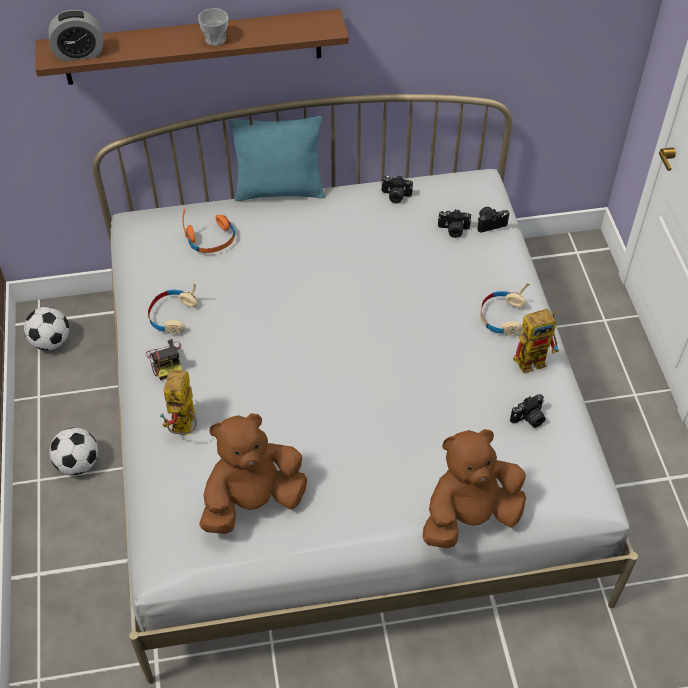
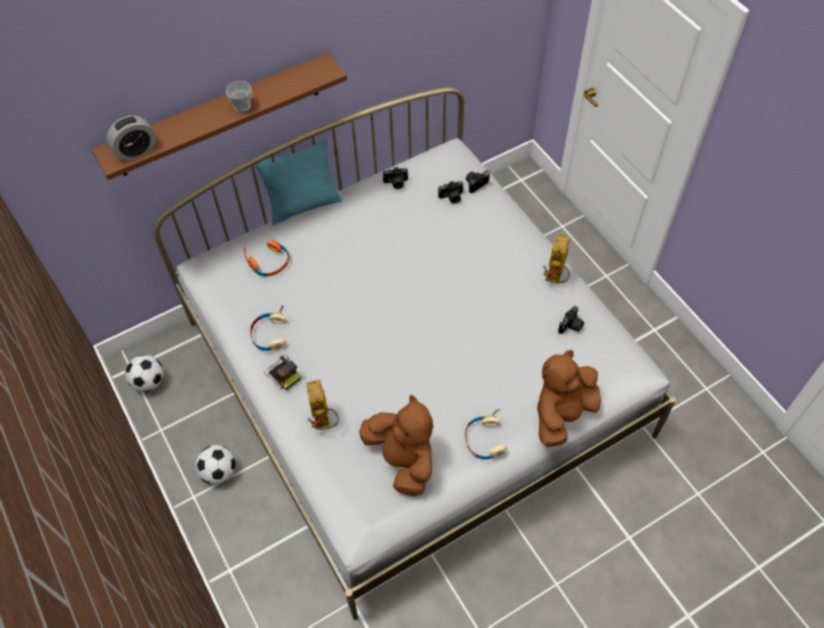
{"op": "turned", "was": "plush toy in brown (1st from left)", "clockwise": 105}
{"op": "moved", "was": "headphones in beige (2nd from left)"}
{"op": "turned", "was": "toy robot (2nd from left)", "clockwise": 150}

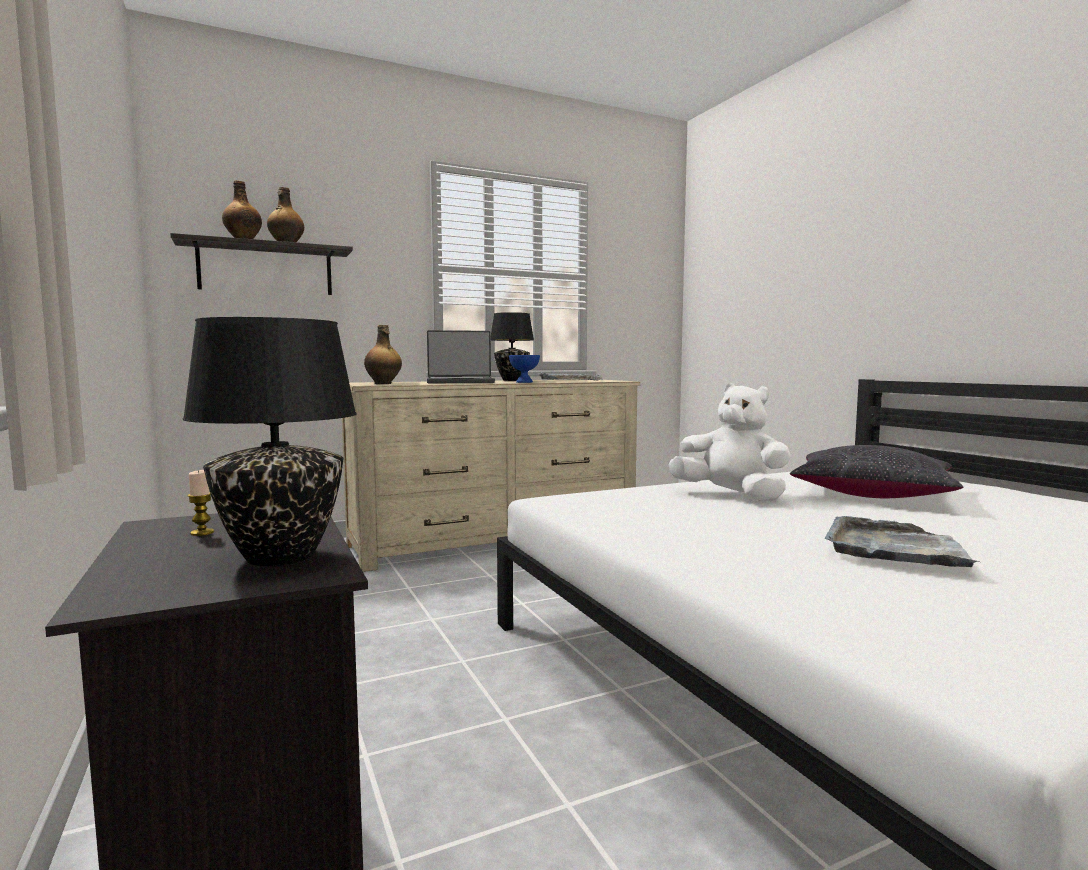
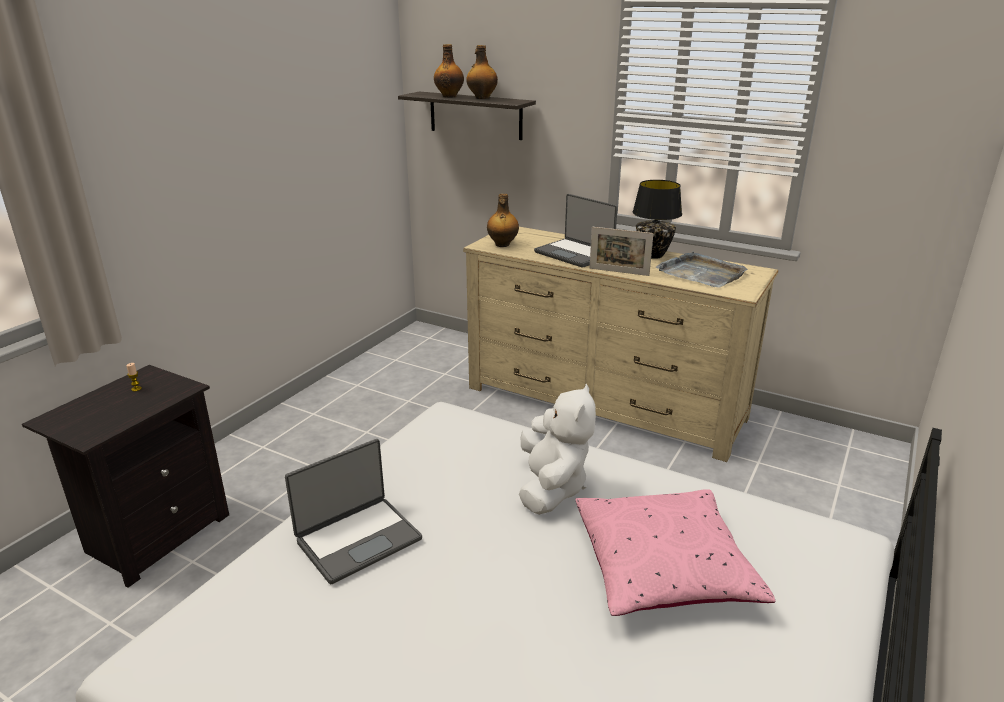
{"op": "removed", "was": "table lamp in black (1st from left)"}
{"op": "replaced", "was": "bowl in blue", "now": "picture frame"}
{"op": "recoloured", "was": "pillow in black", "now": "pillow in pink"}
{"op": "removed", "was": "tray in grey (2nd from left)"}
{"op": "added", "now": "laptop (1st from left)"}

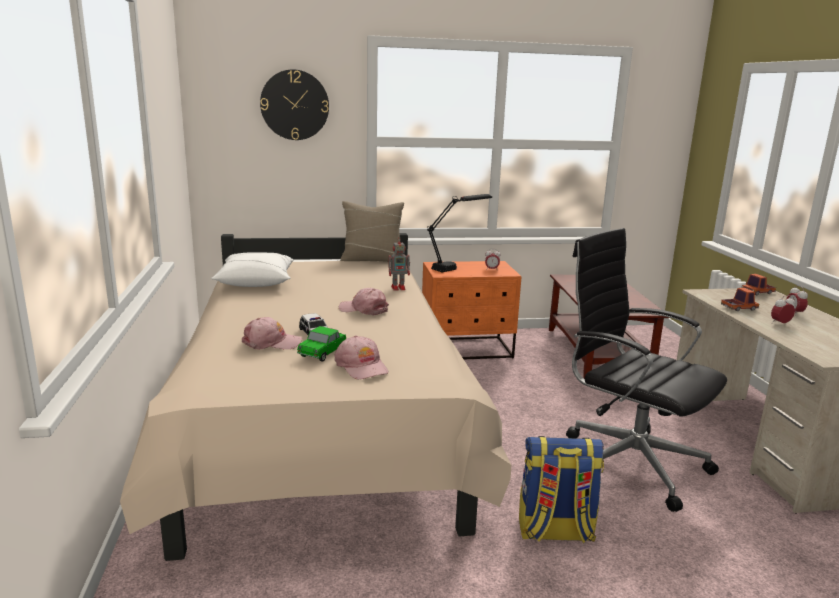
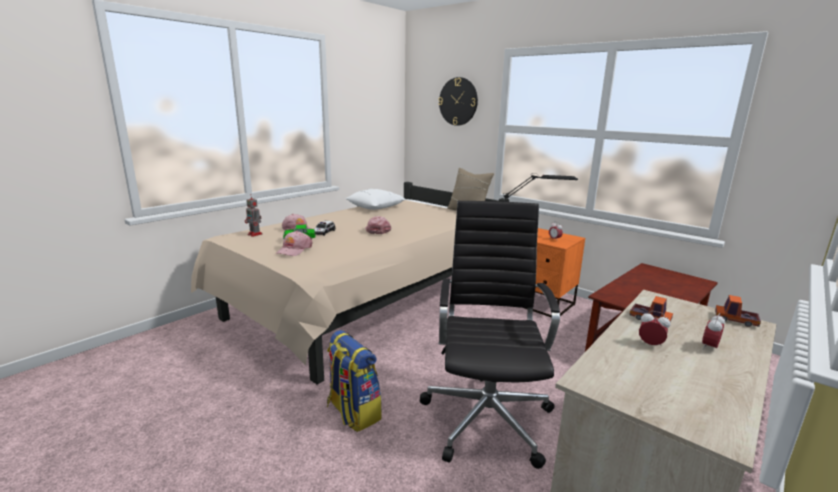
{"op": "moved", "was": "toy robot"}

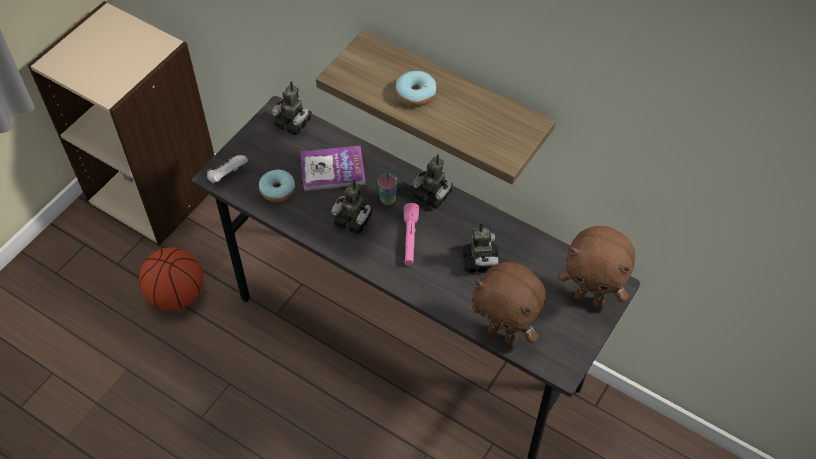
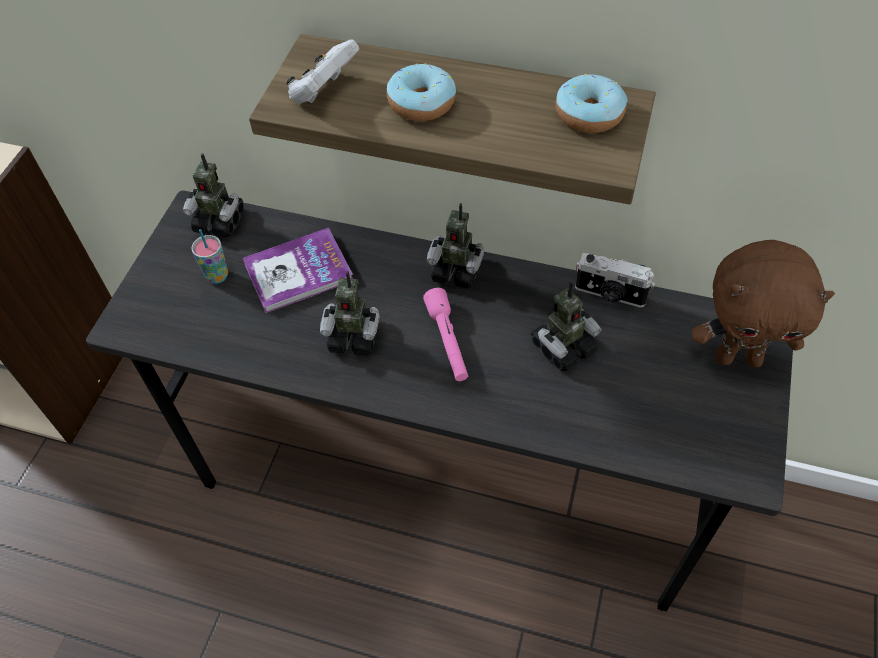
{"op": "removed", "was": "basketball"}
{"op": "moved", "was": "game controller in white"}
{"op": "moved", "was": "donut (1st from left in the first image)", "now": "donut (2nd from left)"}
{"op": "moved", "was": "cup"}
{"op": "turned", "was": "toy robot (4th from left)", "clockwise": 75}
{"op": "removed", "was": "plush toy in brown (1st from left)"}
{"op": "added", "now": "photo camera"}

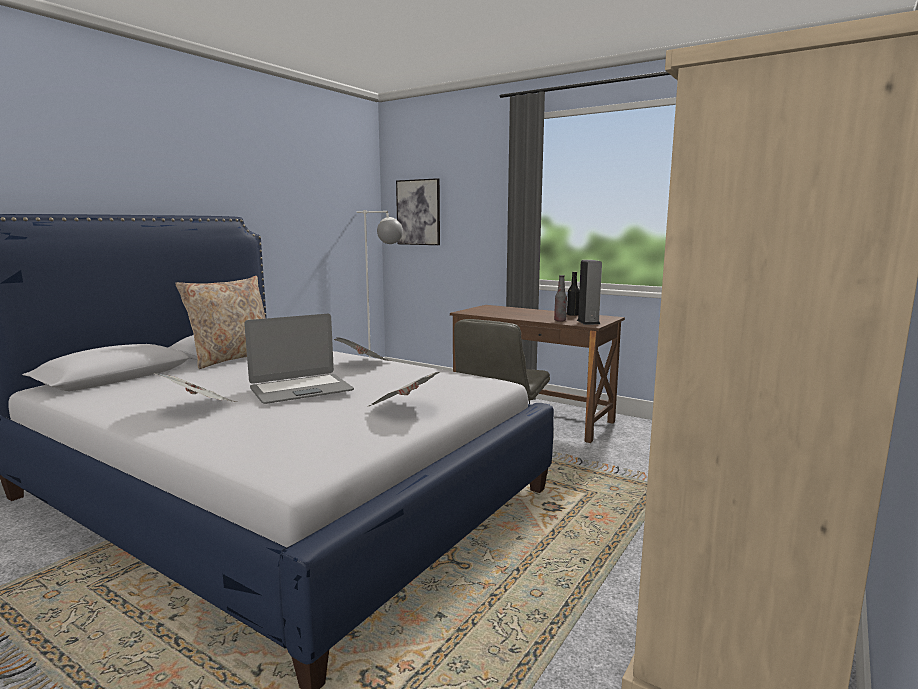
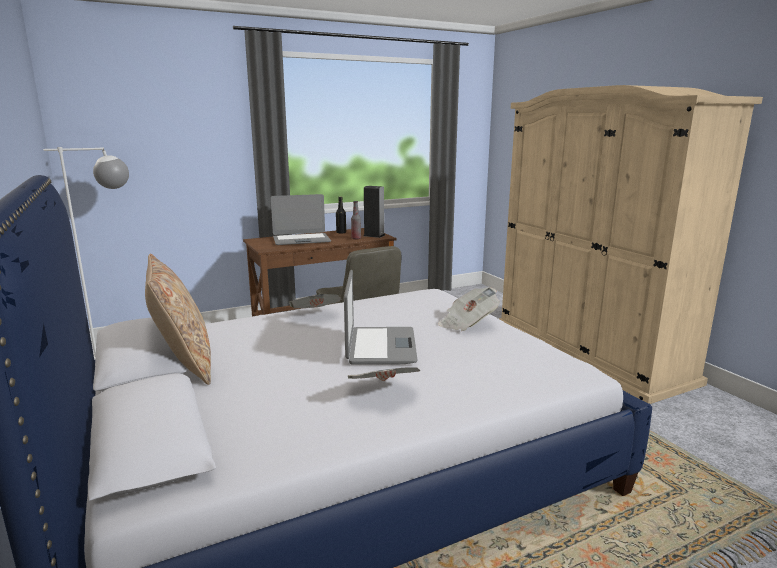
{"op": "removed", "was": "picture"}
{"op": "added", "now": "laptop (1st from left)"}

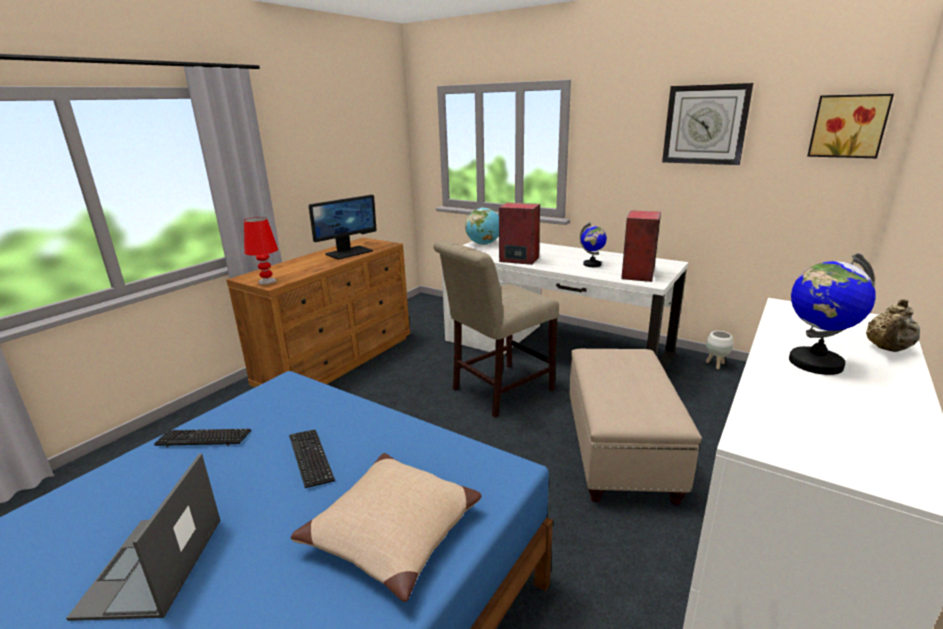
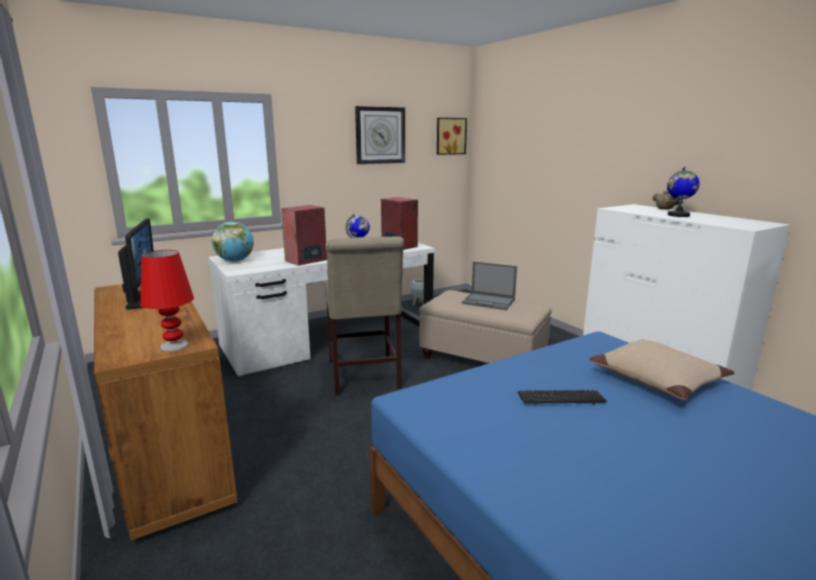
{"op": "moved", "was": "laptop"}
{"op": "removed", "was": "keyboard (1st from left)"}

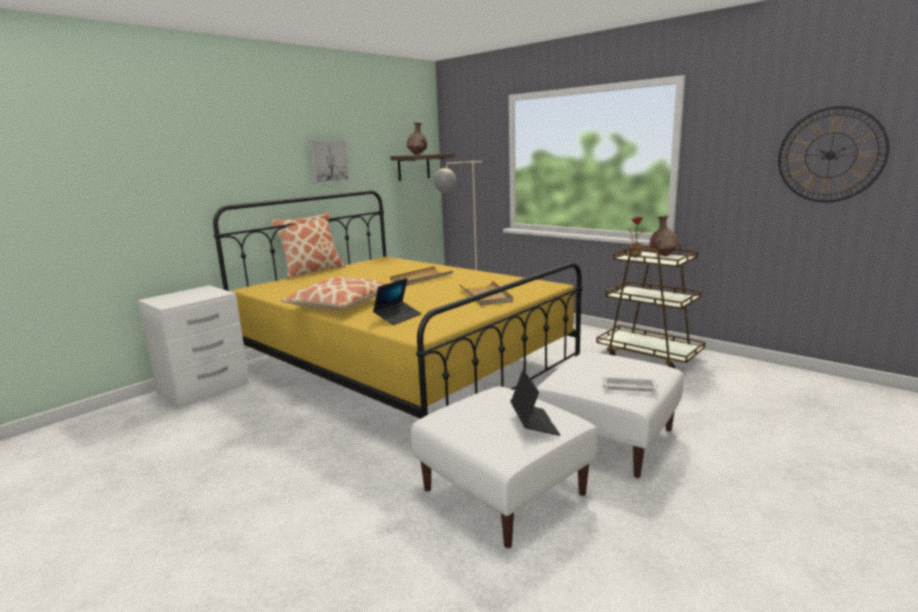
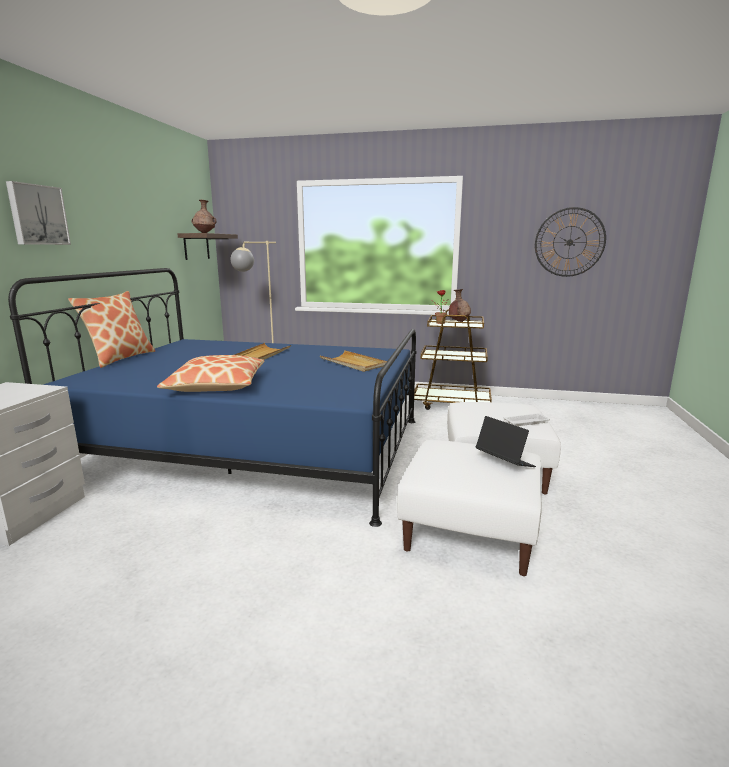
{"op": "recoloured", "was": "bed in yellow", "now": "bed in blue"}
{"op": "moved", "was": "picture"}
{"op": "removed", "was": "laptop (1st from left)"}

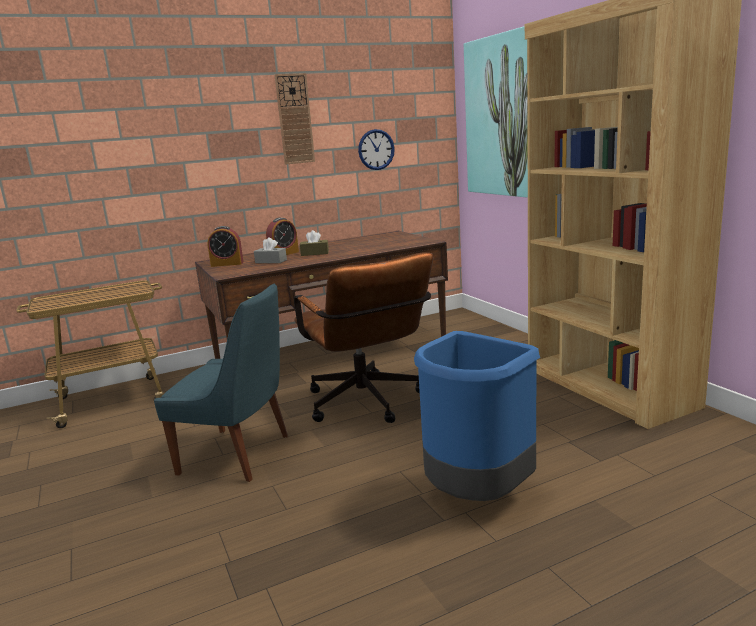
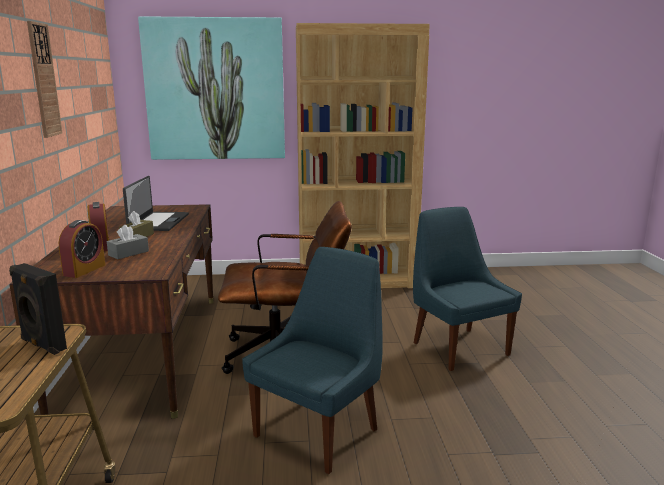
{"op": "removed", "was": "wall clock (2nd from left)"}
{"op": "replaced", "was": "trash can in blue", "now": "chair in blue (2nd from left)"}
{"op": "added", "now": "speaker in black"}
{"op": "added", "now": "laptop"}

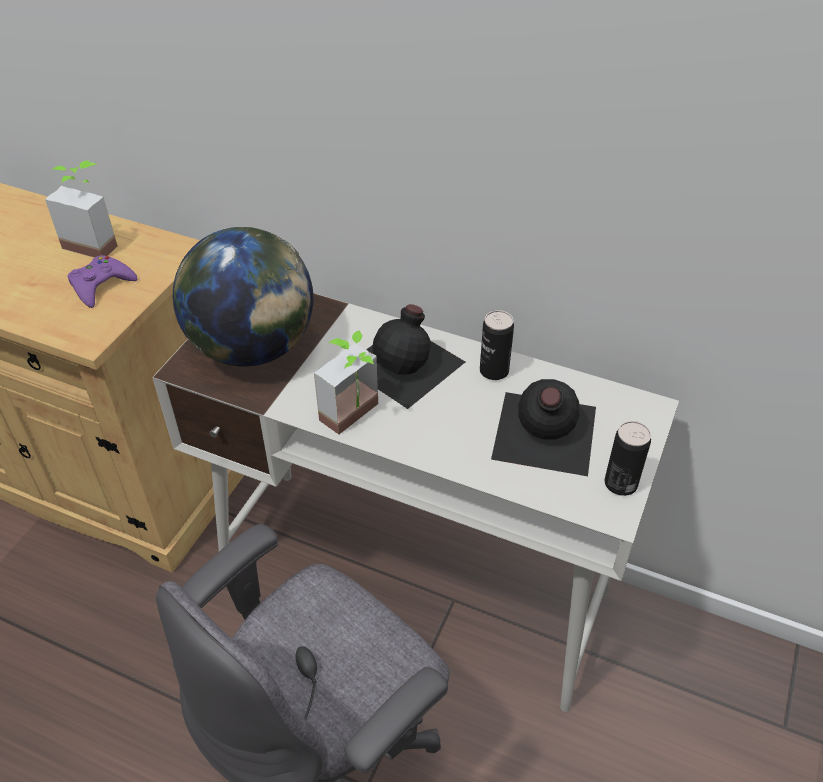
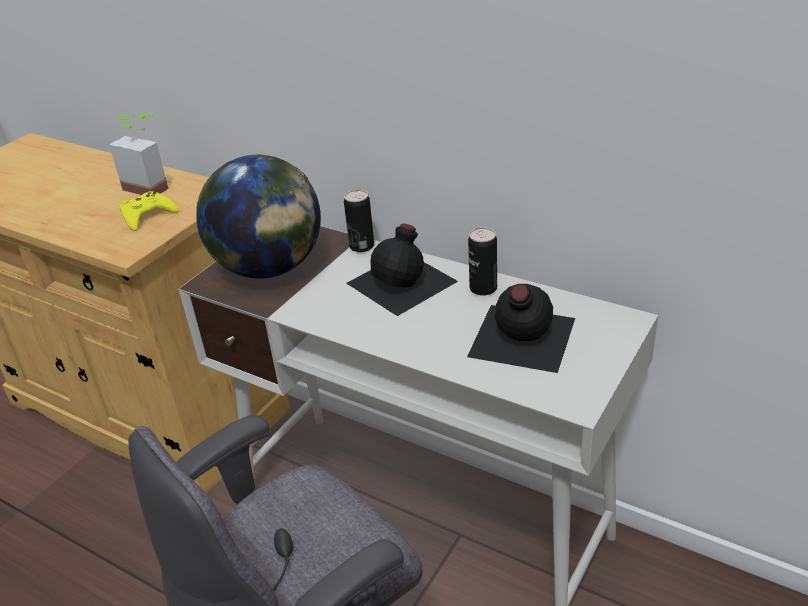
{"op": "recoloured", "was": "game controller in purple", "now": "game controller in yellow"}
{"op": "removed", "was": "potted plant (2nd from left)"}
{"op": "moved", "was": "can (2nd from left in the first image)", "now": "can (1st from left)"}

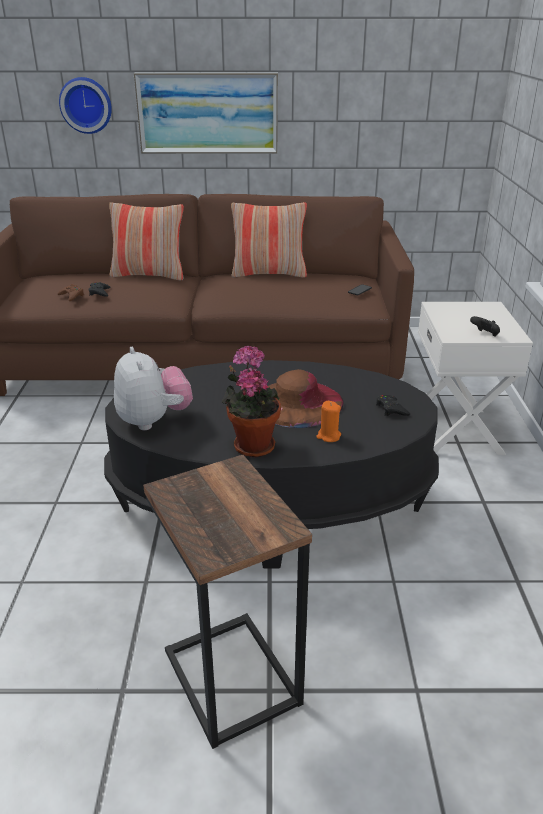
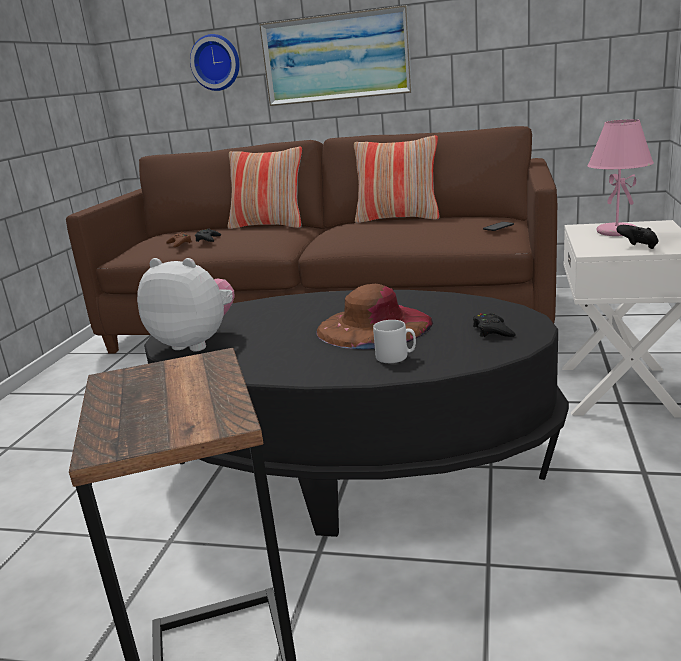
{"op": "turned", "was": "plush toy", "clockwise": -60}
{"op": "removed", "was": "potted plant"}
{"op": "replaced", "was": "candle in orange", "now": "mug in grey"}
{"op": "added", "now": "table lamp in pink"}

